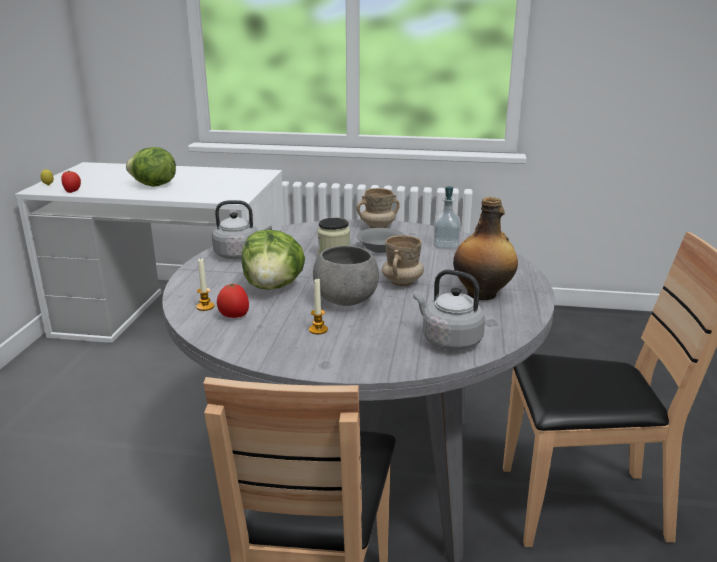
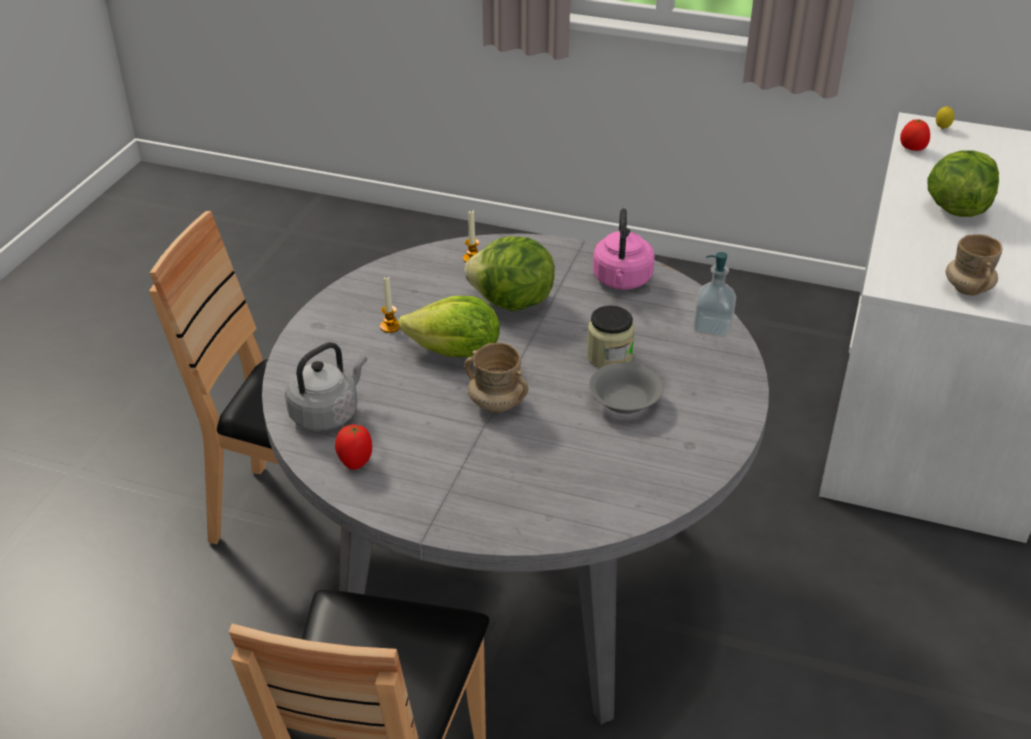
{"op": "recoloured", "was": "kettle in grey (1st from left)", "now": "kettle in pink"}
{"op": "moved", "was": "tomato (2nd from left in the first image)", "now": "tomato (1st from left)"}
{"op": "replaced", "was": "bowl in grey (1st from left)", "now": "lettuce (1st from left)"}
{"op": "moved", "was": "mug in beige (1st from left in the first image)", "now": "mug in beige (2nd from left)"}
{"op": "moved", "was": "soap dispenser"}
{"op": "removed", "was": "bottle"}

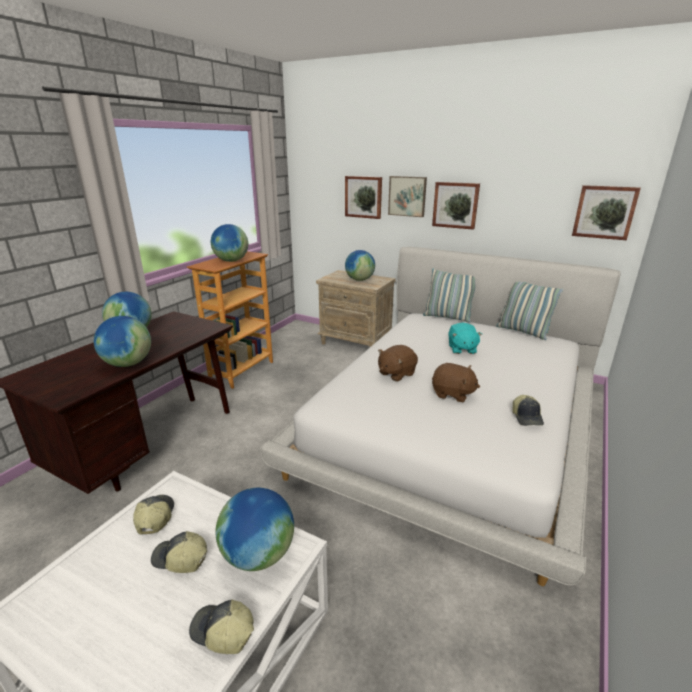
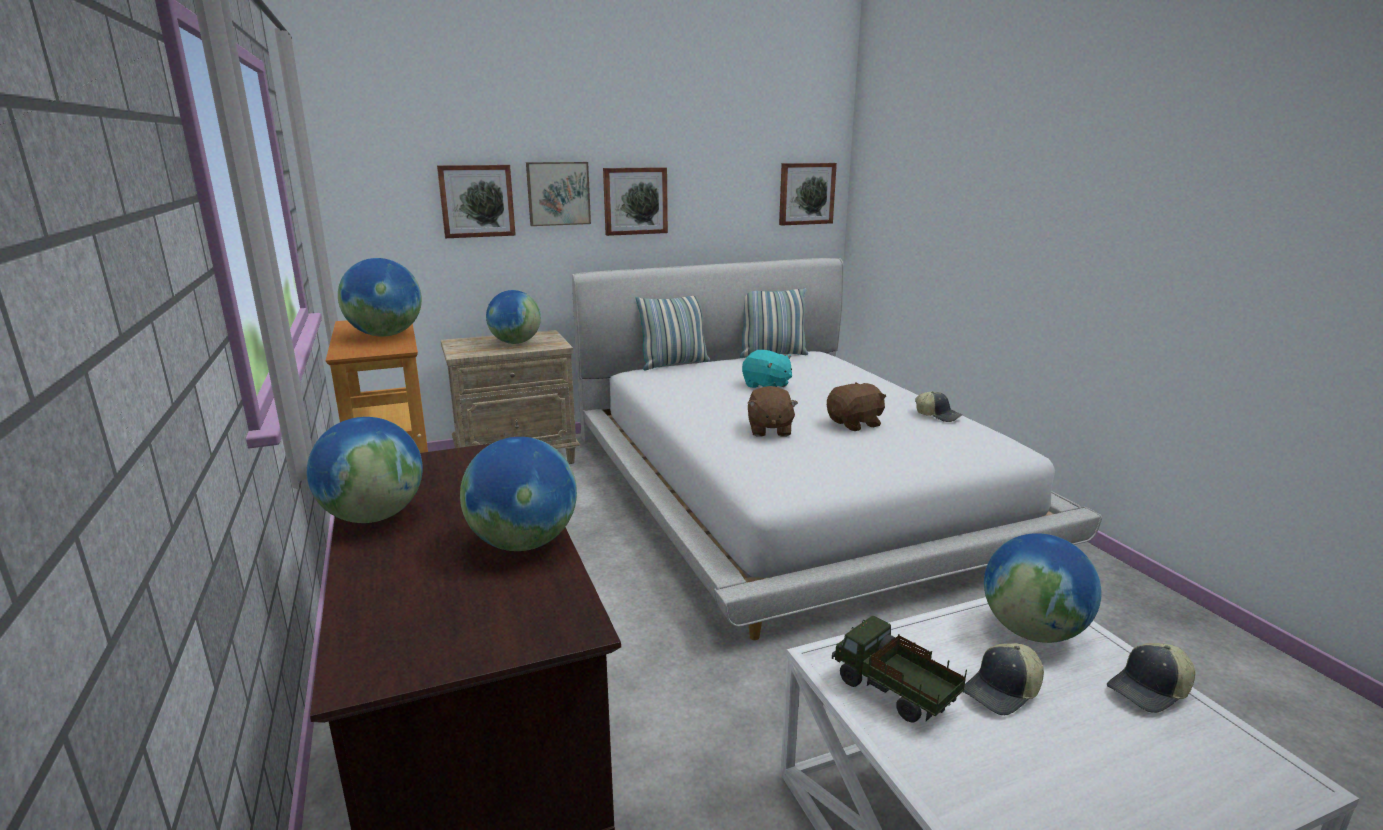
{"op": "replaced", "was": "cap (1st from left)", "now": "toy truck"}

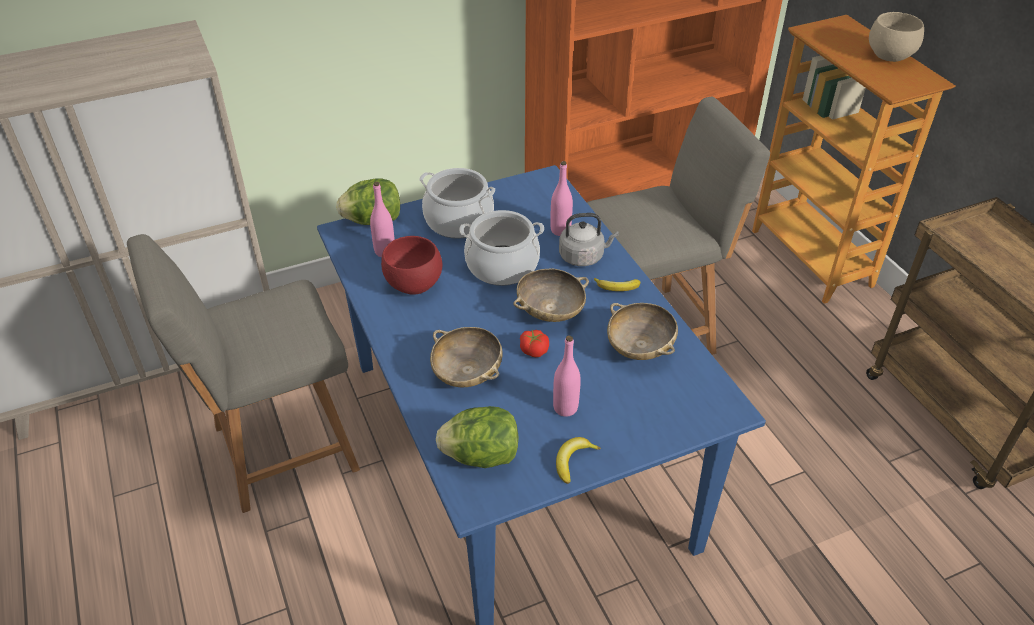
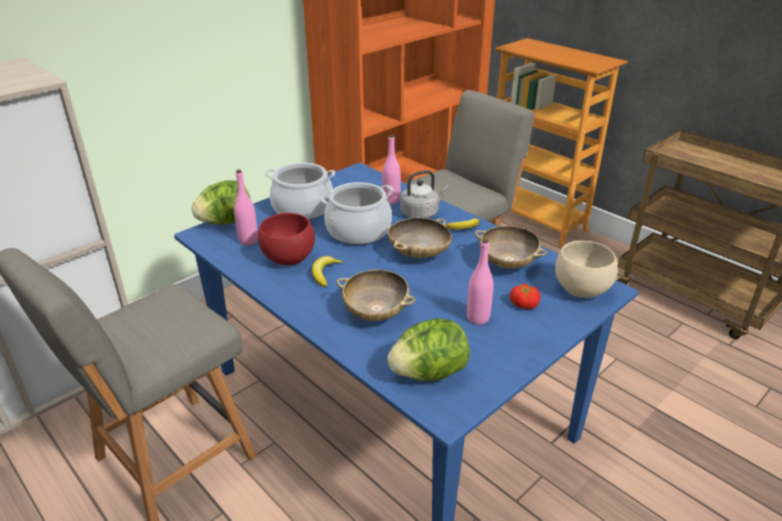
{"op": "moved", "was": "tomato"}
{"op": "moved", "was": "banana (1st from left)"}
{"op": "moved", "was": "bowl in beige (4th from left)"}

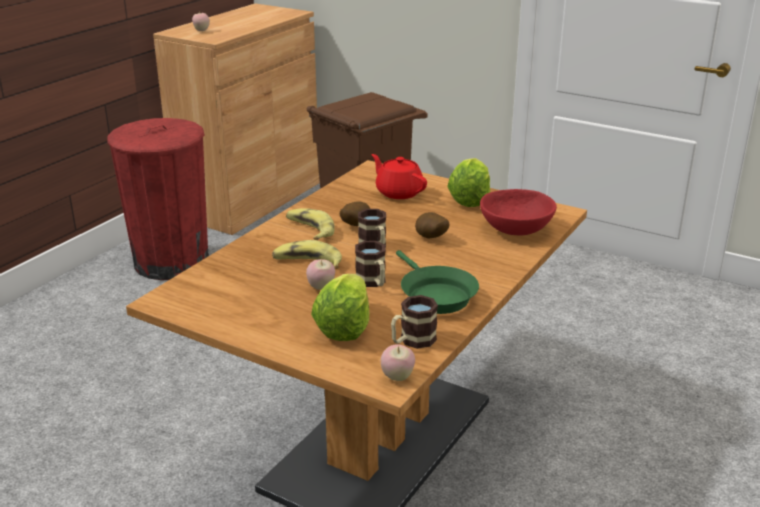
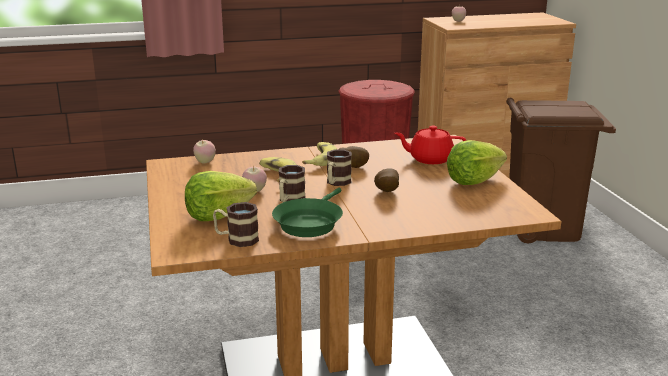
{"op": "turned", "was": "teapot in red", "clockwise": -90}
{"op": "moved", "was": "apple (3rd from left in the first image)", "now": "apple (1st from left)"}
{"op": "removed", "was": "bowl in red"}

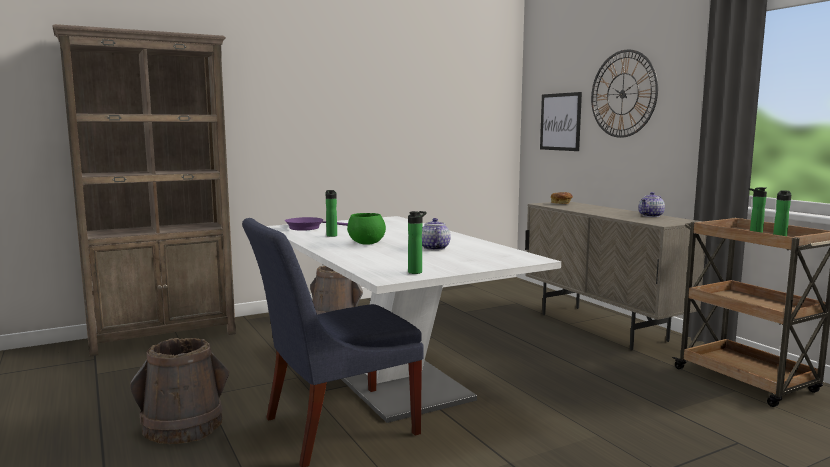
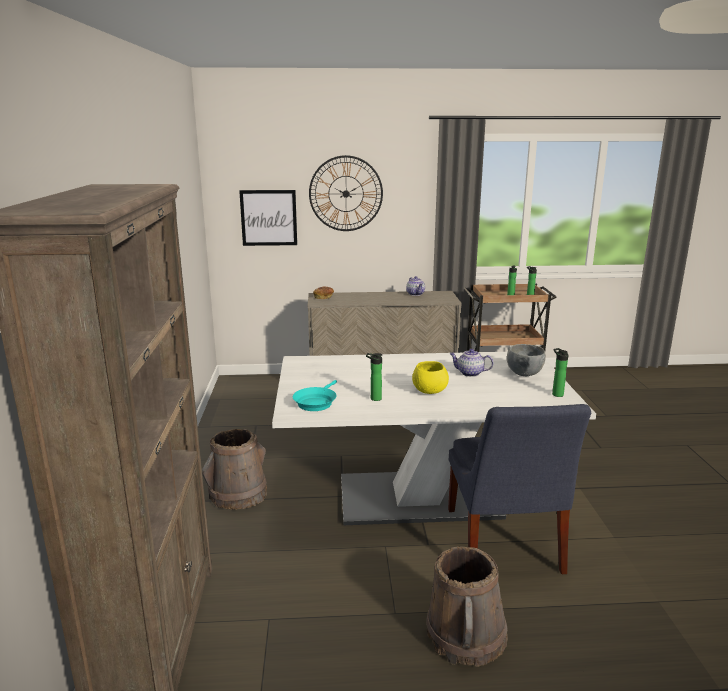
{"op": "recoloured", "was": "frying pan in purple", "now": "frying pan in turquoise"}
{"op": "recoloured", "was": "bowl in green", "now": "bowl in yellow"}
{"op": "added", "now": "bowl in grey"}

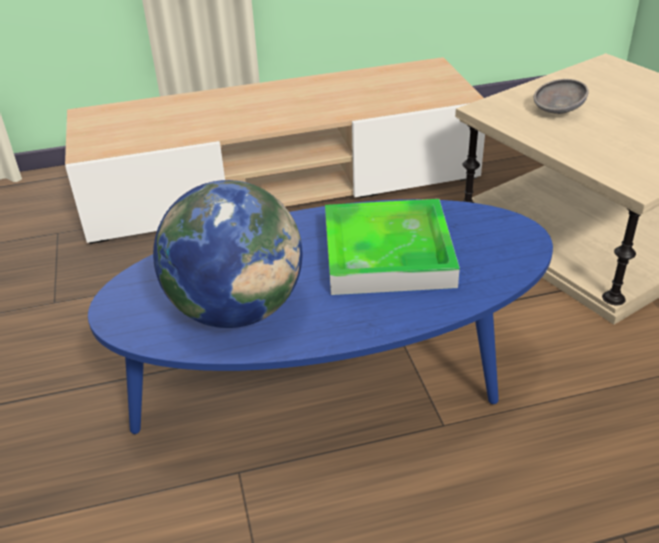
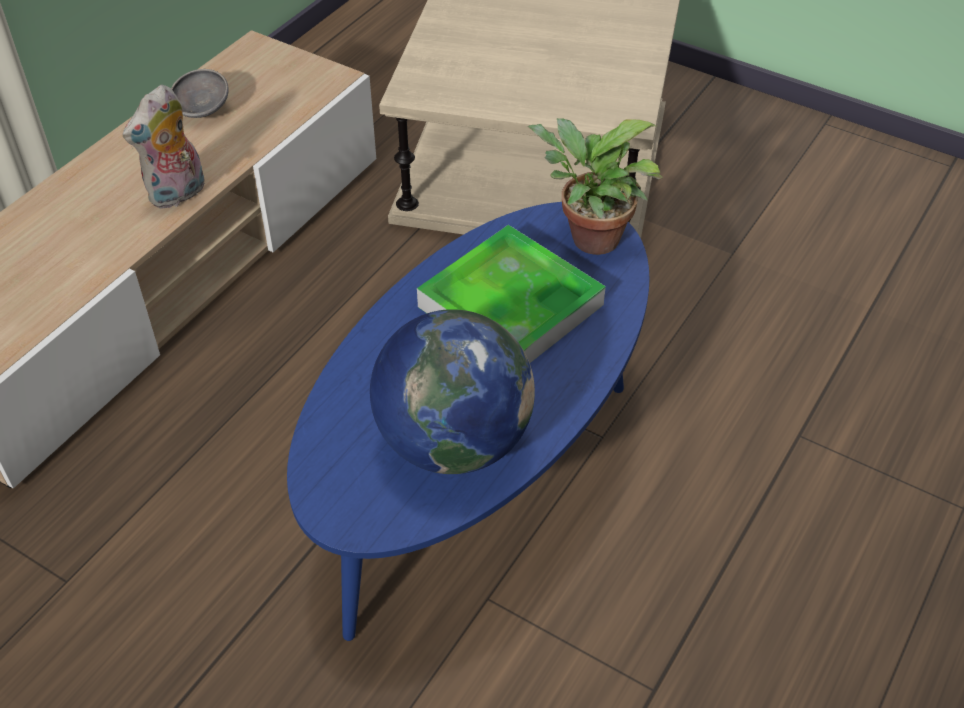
{"op": "moved", "was": "bowl in grey"}
{"op": "added", "now": "plush toy"}
{"op": "added", "now": "potted plant"}

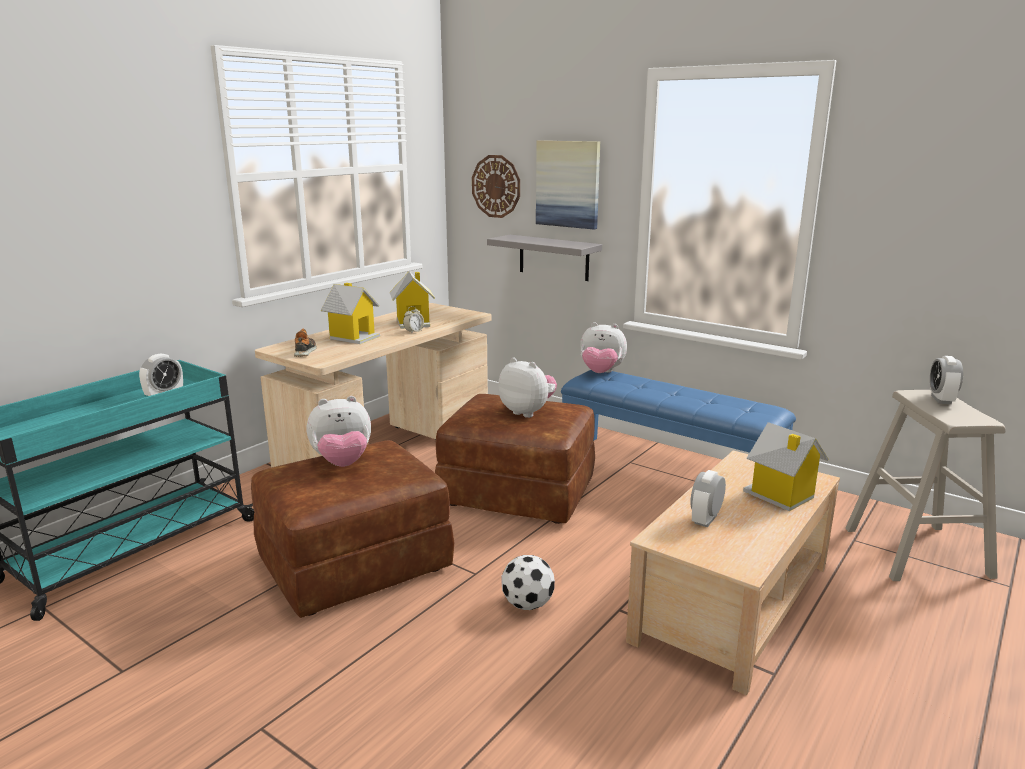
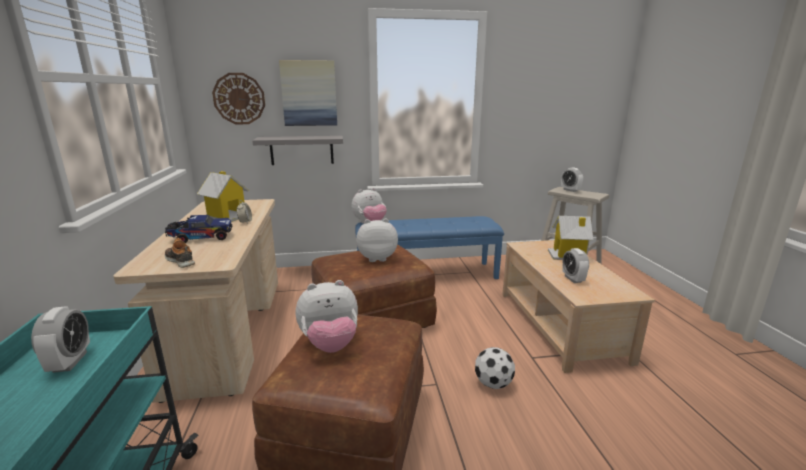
{"op": "turned", "was": "plush toy (1st from left)", "clockwise": 45}
{"op": "replaced", "was": "toy house (1st from left)", "now": "toy truck"}

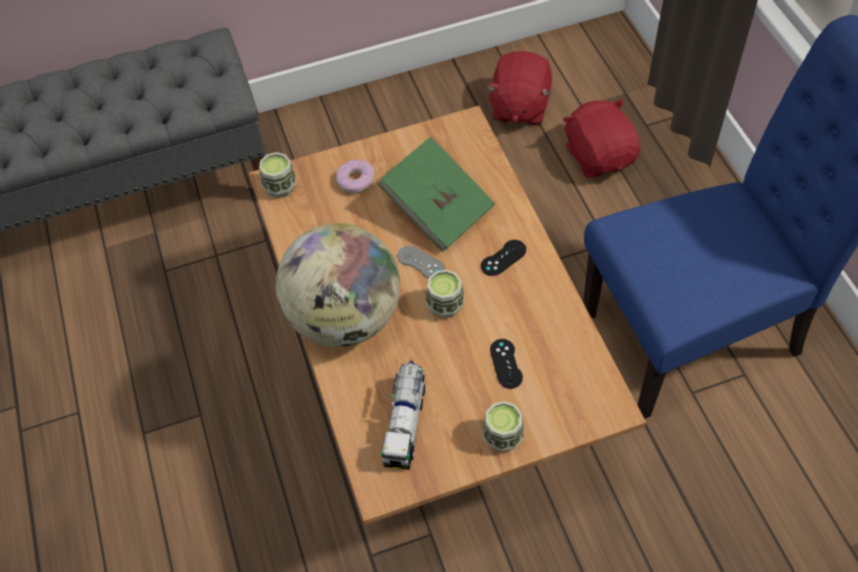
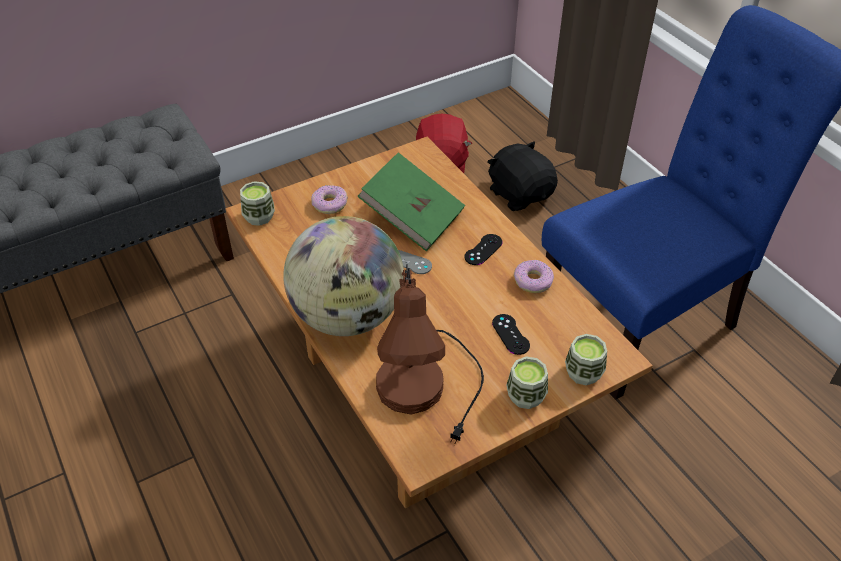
{"op": "replaced", "was": "toy truck", "now": "table lamp in brown"}
{"op": "moved", "was": "cup (2nd from left in the first image)", "now": "cup (3rd from left)"}
{"op": "recoloured", "was": "plush toy in red (2nd from left)", "now": "plush toy in black"}
{"op": "added", "now": "donut (2nd from left)"}

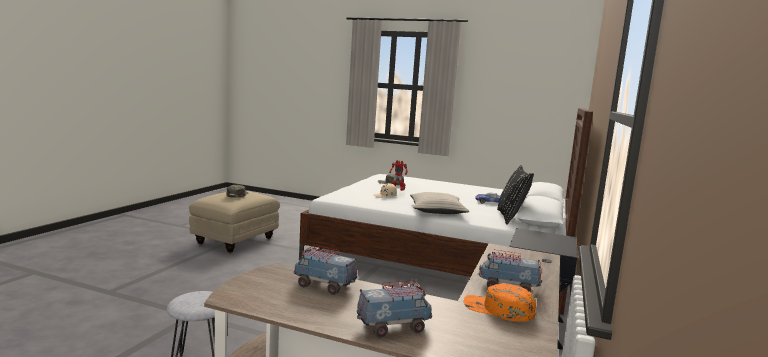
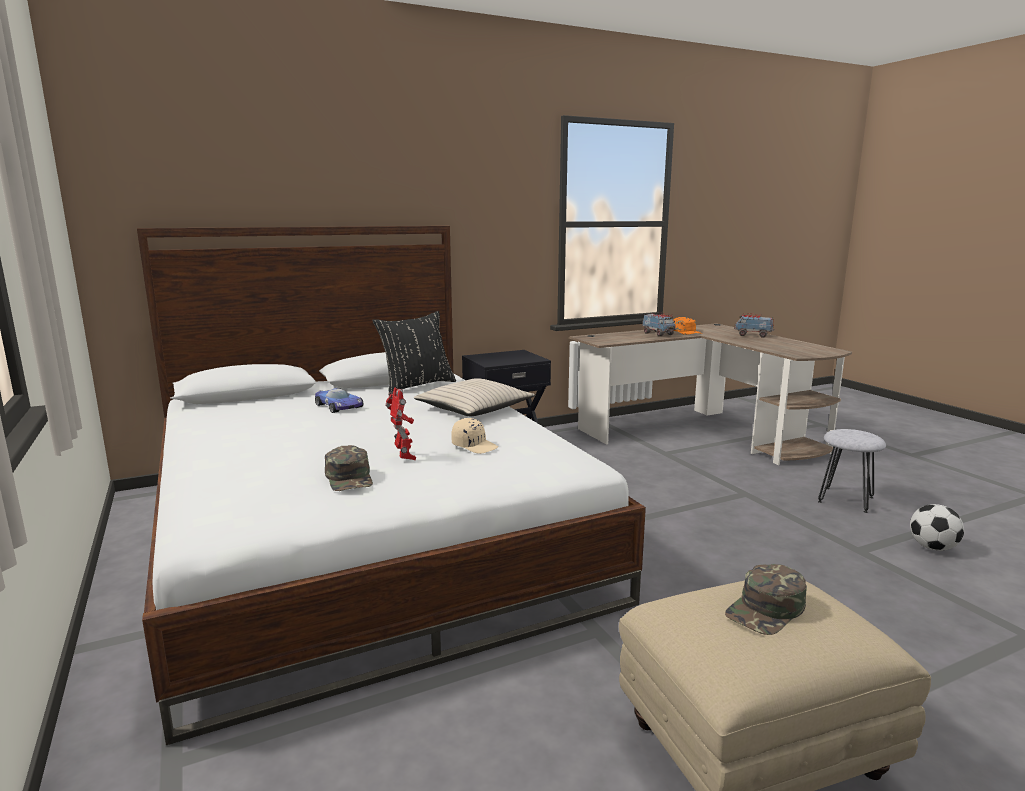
{"op": "removed", "was": "toy truck (1st from left)"}
{"op": "added", "now": "football"}

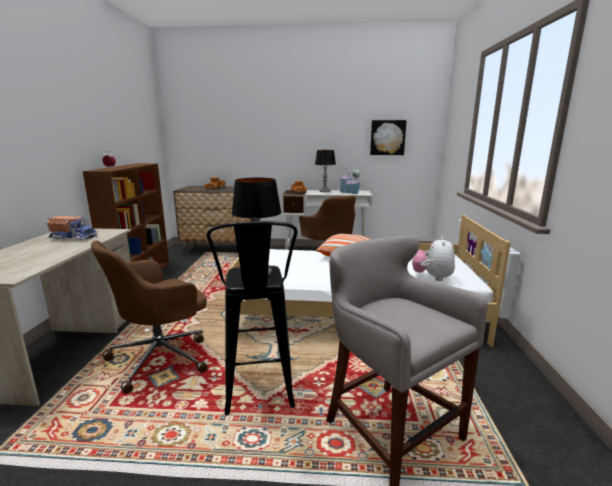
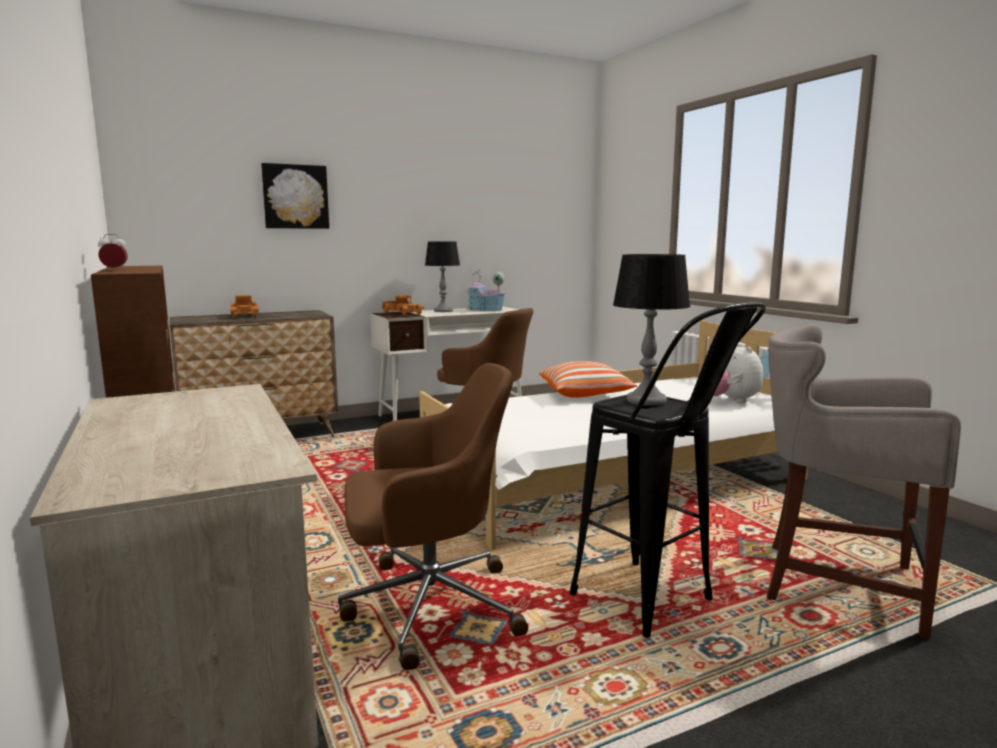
{"op": "removed", "was": "toy truck (1st from left)"}
{"op": "turned", "was": "office chair in brown (1st from left)", "clockwise": -120}
{"op": "moved", "was": "picture"}

